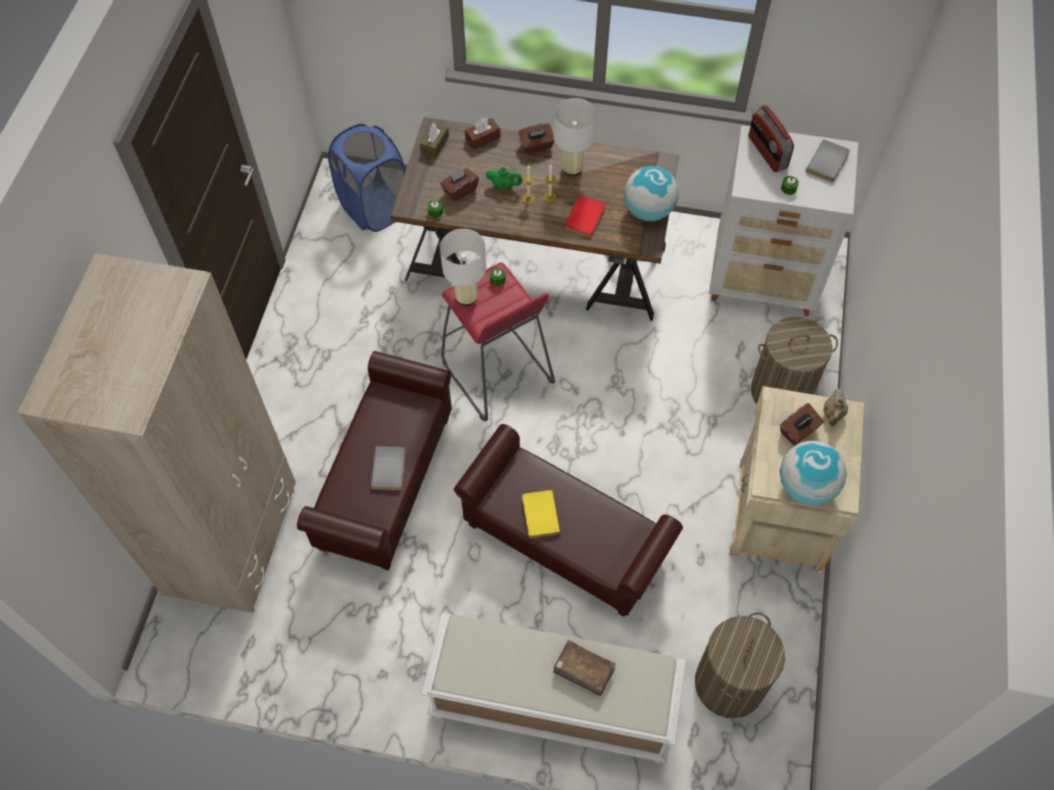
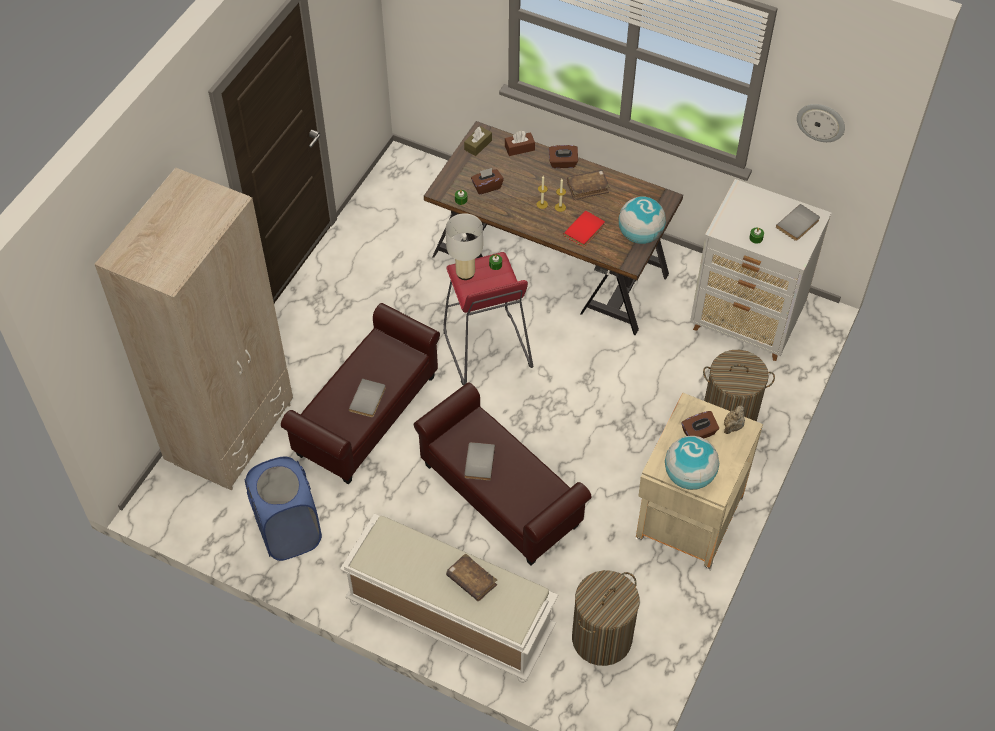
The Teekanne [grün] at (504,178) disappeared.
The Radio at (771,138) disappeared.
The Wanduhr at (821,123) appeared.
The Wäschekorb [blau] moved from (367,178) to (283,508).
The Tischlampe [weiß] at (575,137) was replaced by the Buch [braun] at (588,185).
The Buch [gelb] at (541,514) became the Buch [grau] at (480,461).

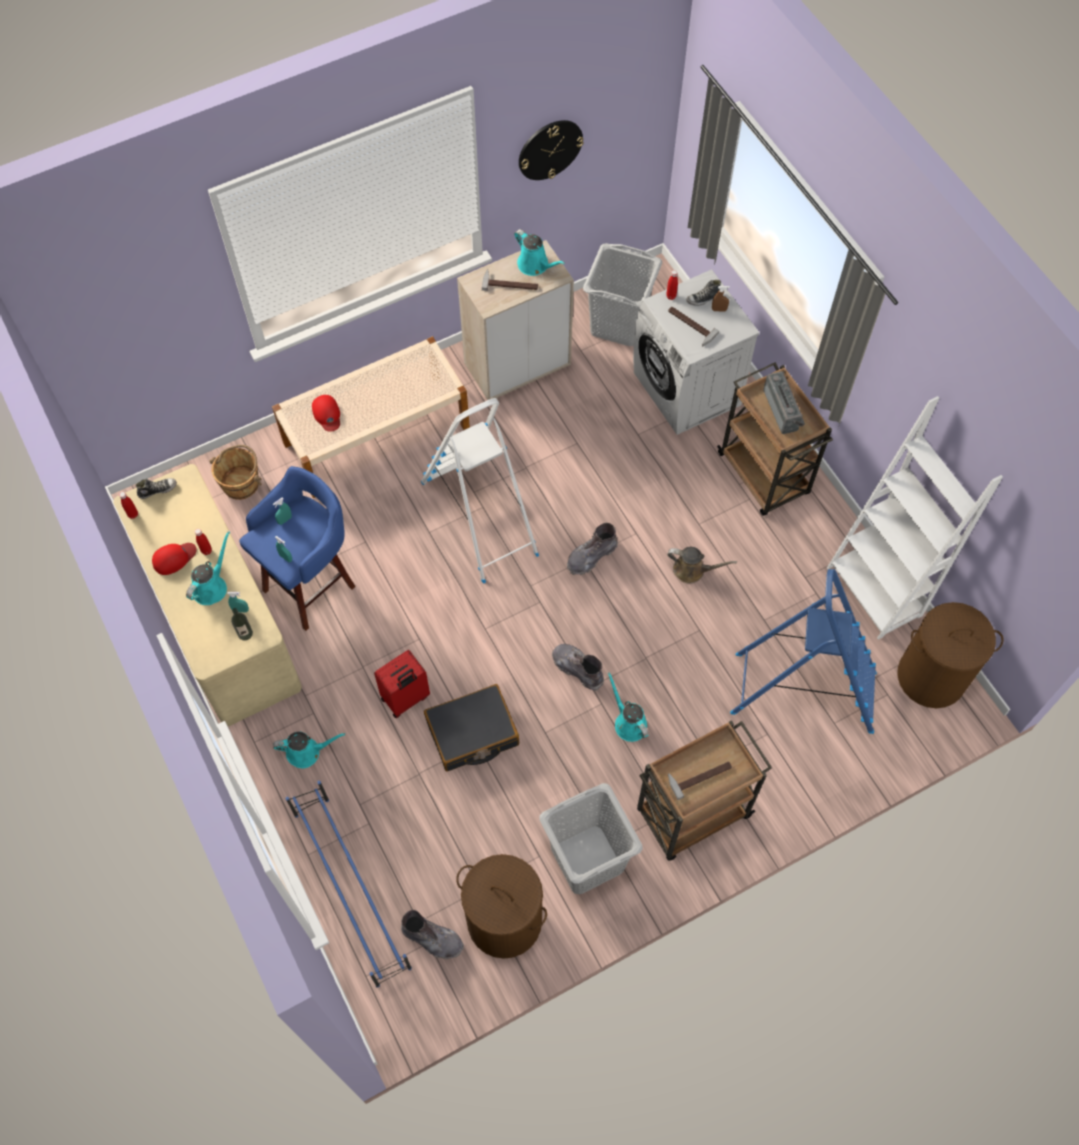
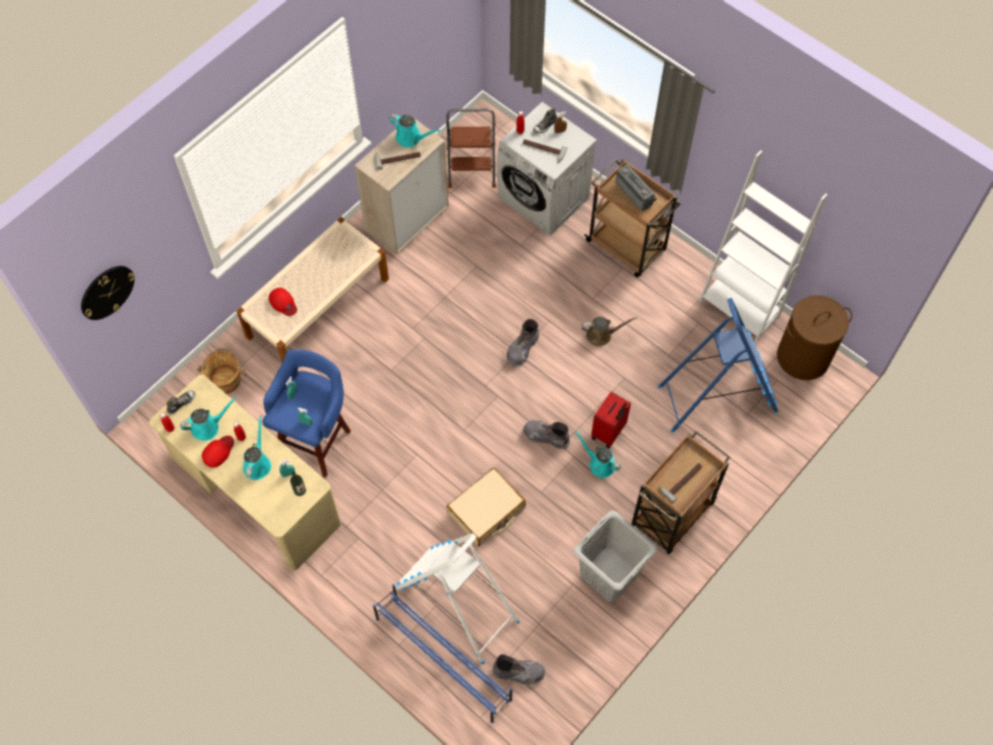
The Wäschekorb [braun] at (501,906) disappeared.
The Gießkanne [türkis] moved from (309,750) to (208,419).
The Koffer [rot] moved from (402,684) to (611,420).
The Trittleiter [weiß] moved from (480,490) to (457,598).
The Wanduhr moved from (551,150) to (108,293).
The Wäschekorb [grau] at (622,294) was replaced by the Trittleiter [braun] at (471,148).
The Koffer [schwarz] at (471,727) became the Koffer [beige] at (486,507).

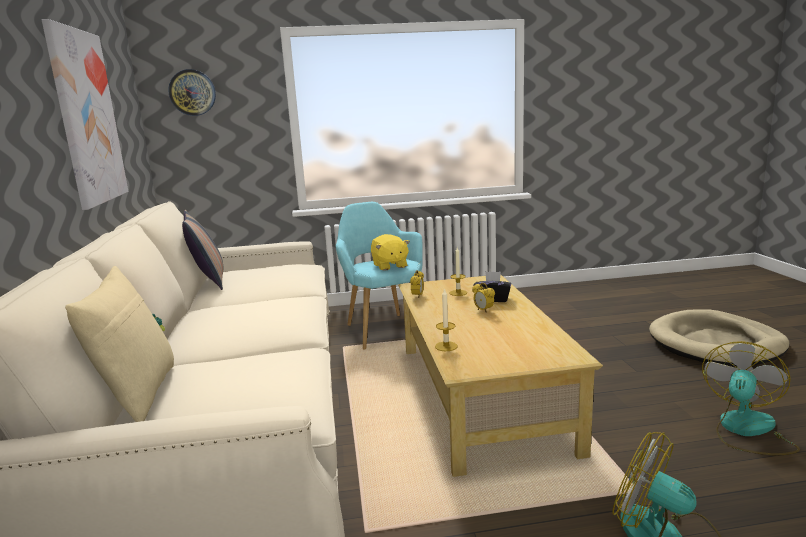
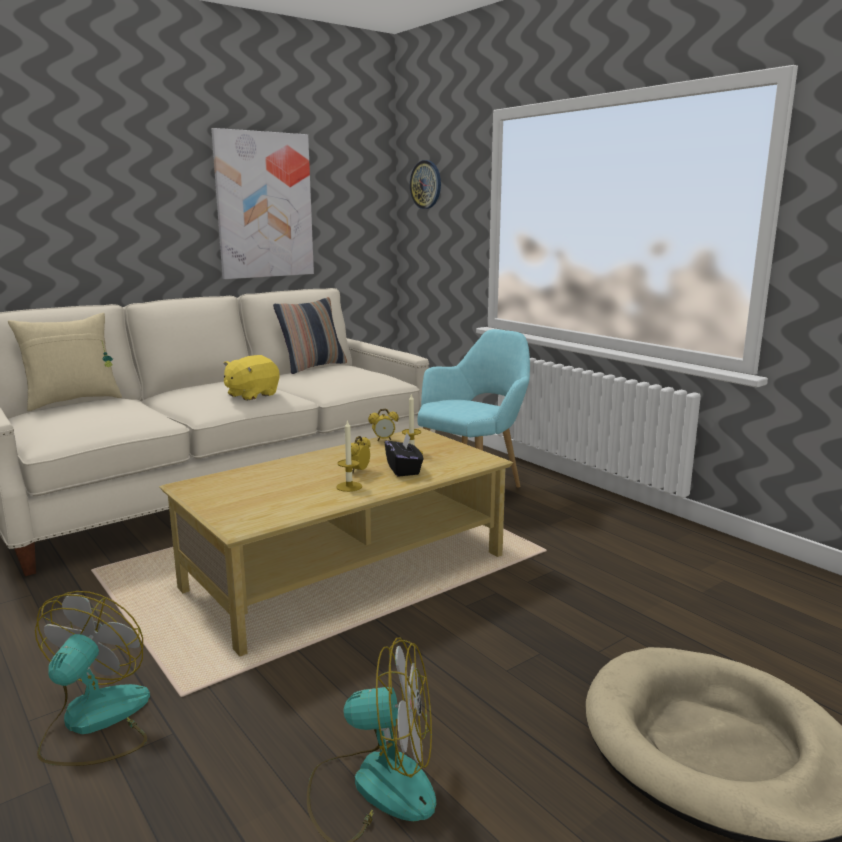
The Plüschtier [gelb] moved from (390,252) to (251,378).
The Kerze moved from (446,319) to (349,456).

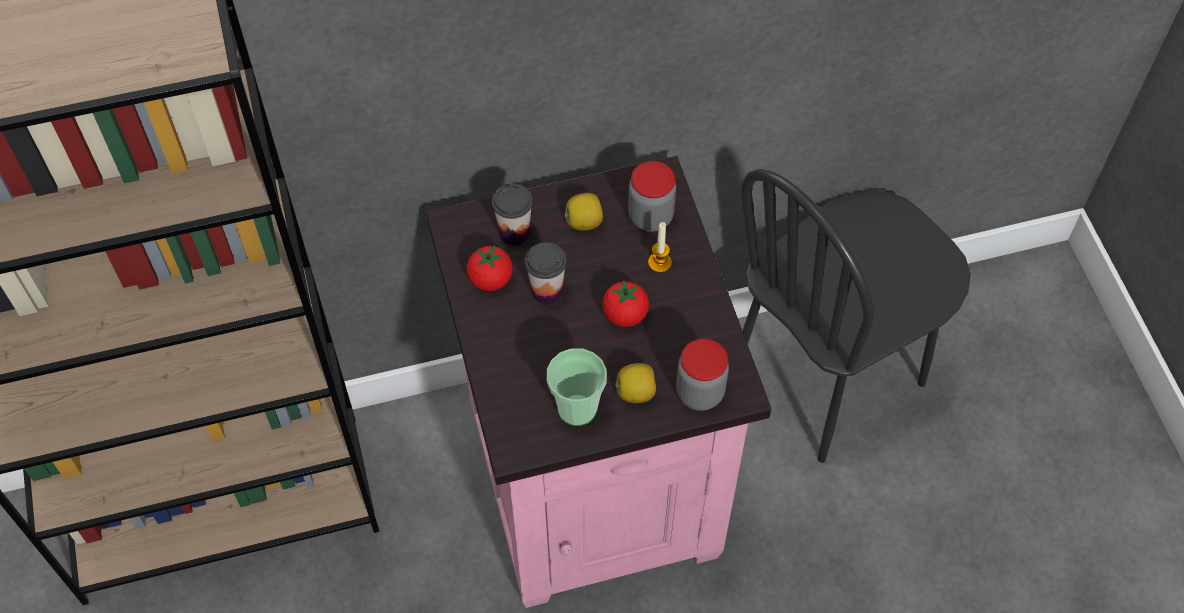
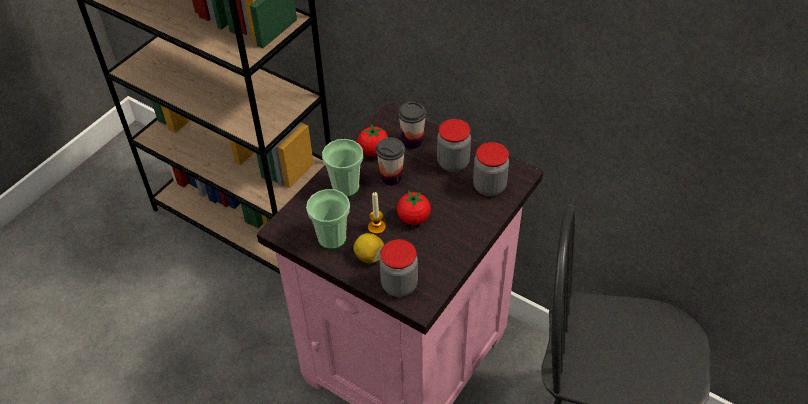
The Tasse at (342,168) appeared.
The Kerze moved from (660,247) to (377,213).
The Zitrone at (584,211) was replaced by the Vorratsglas at (454,145).

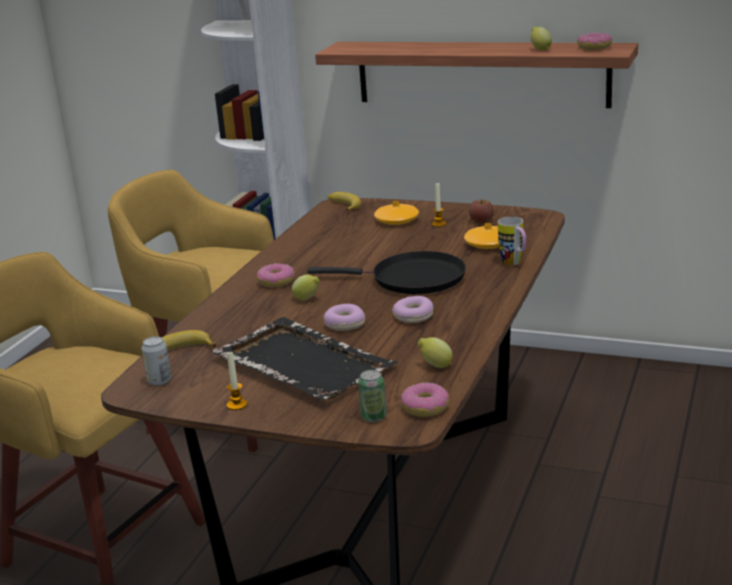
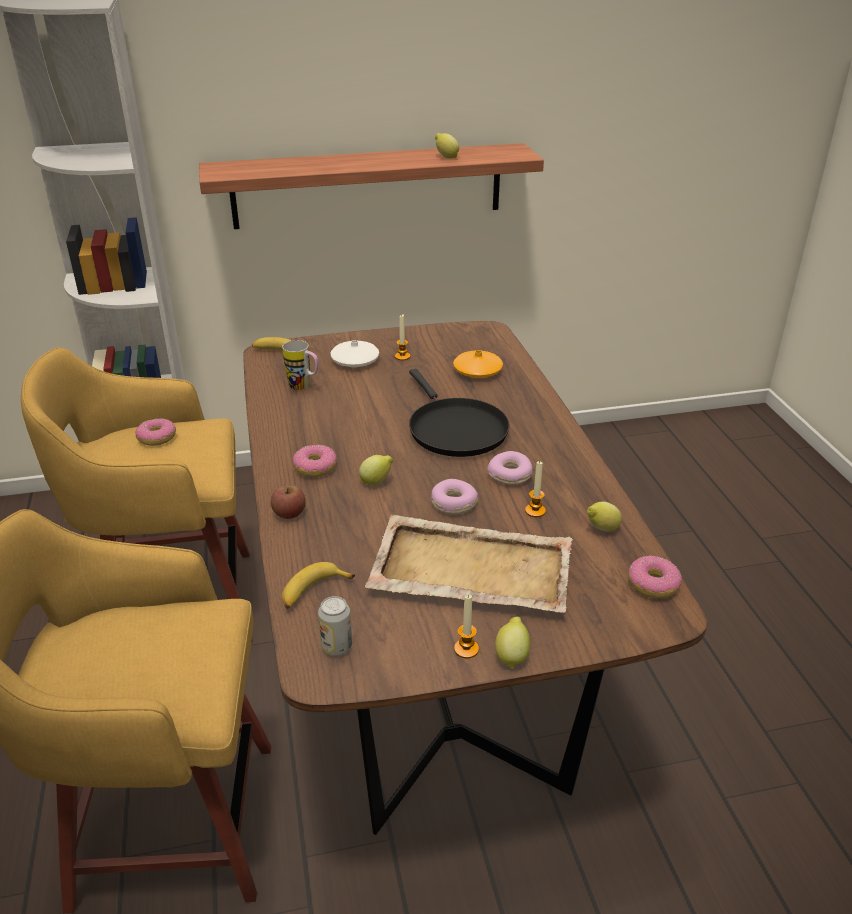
The Dose at (372,396) disappeared.
The Zitrone at (512,643) appeared.
The Kerze at (535,489) appeared.
The Apfel moved from (481,211) to (288,502).
The Henkelbecher moved from (512,241) to (300,365).
The Donut moved from (594,41) to (155,432).
The Tablett [schwarz] at (304,358) became the Tablett [beige] at (469,564).
The Vase [orange] at (396,213) became the Vase [weiß] at (354,353).
The Pfanne [schwarz] at (386,272) turned 90 degrees clockwise.

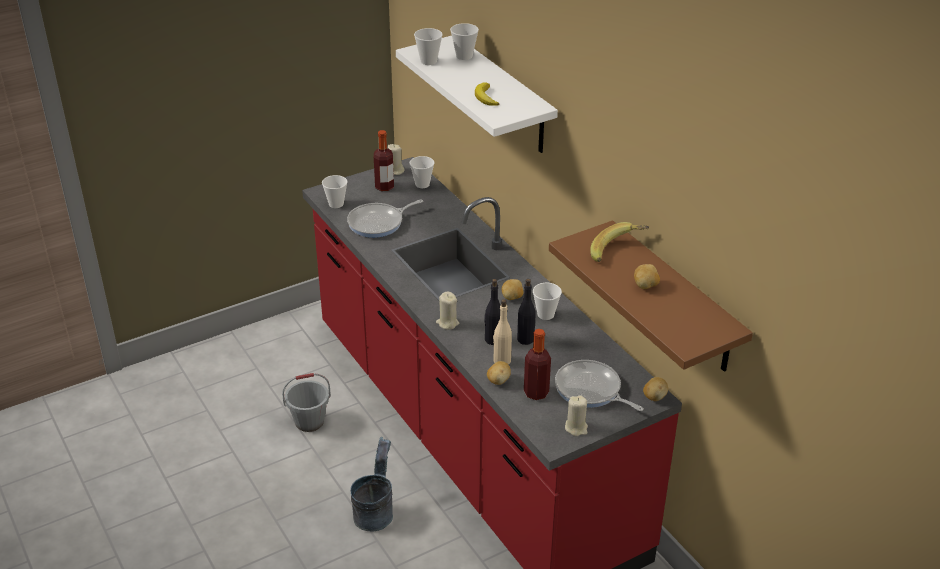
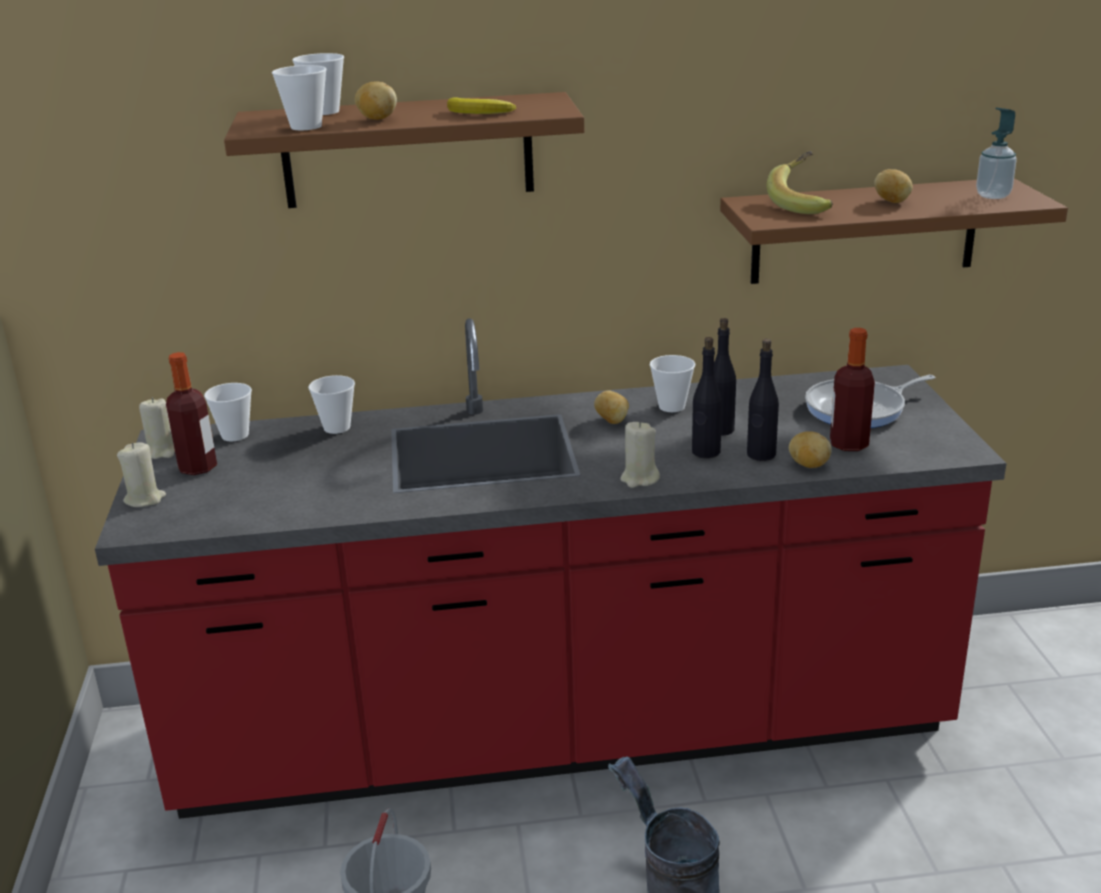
The Pfanne at (385,218) disappeared.
The Seifenspender at (996,153) appeared.
The Tasse moved from (334,191) to (331,404).
The Kerze [beige] moved from (576,415) to (141,474).
The Kartoffel moved from (655,389) to (376,100).
The Wandregal [weiß] at (477,94) became the Wandregal [braun] at (404,150).
The Flasche [beige] at (502,332) became the Flasche [schwarz] at (763,400).

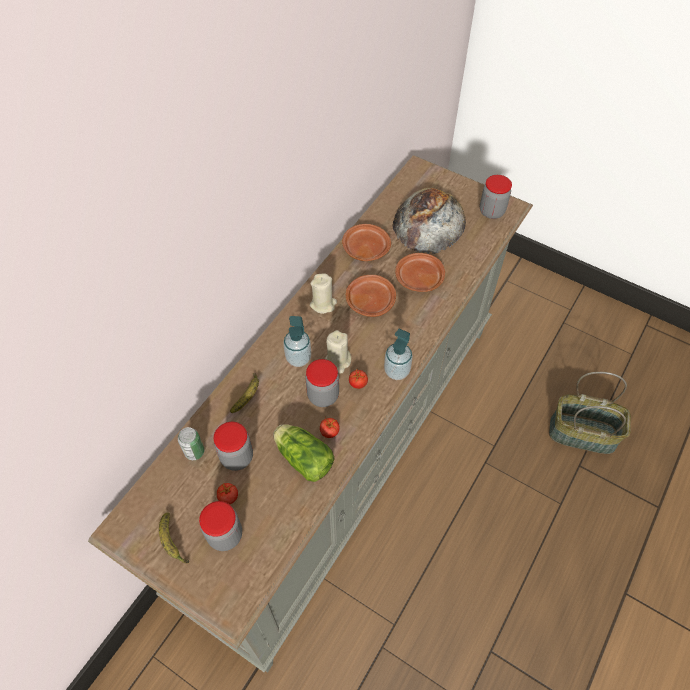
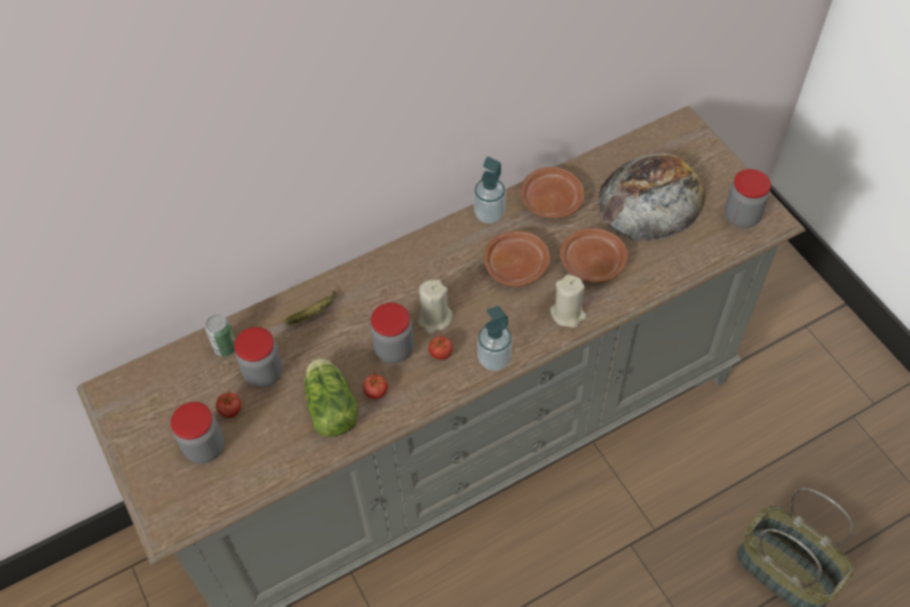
The Banane at (174,537) disappeared.
The Seifenspender moved from (297,341) to (490,190).
The Kerze [beige] moved from (323,294) to (568,301).

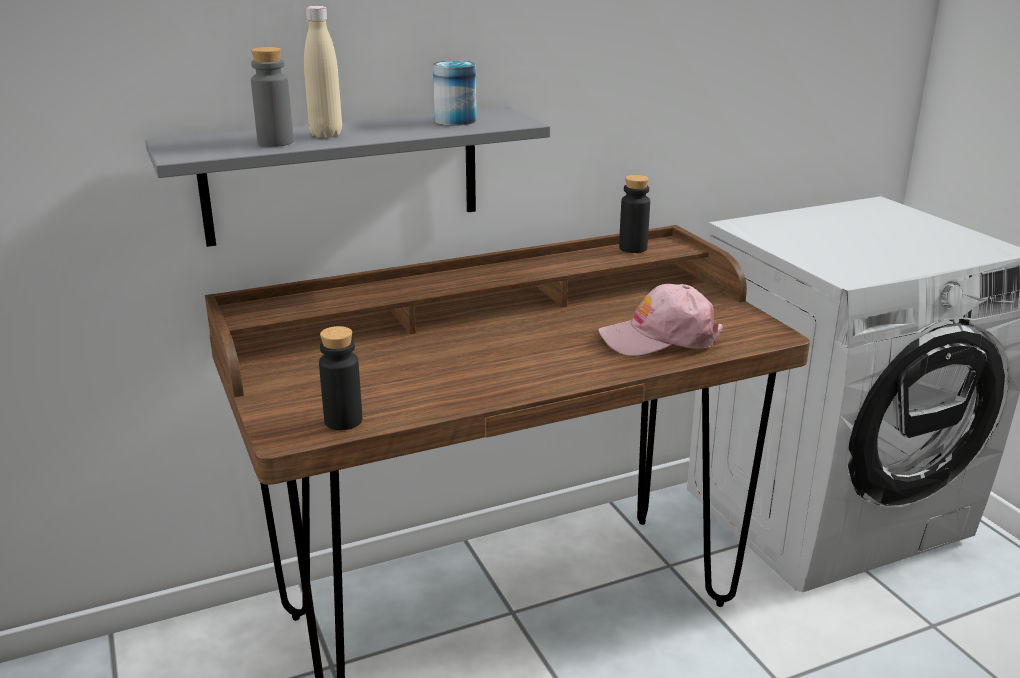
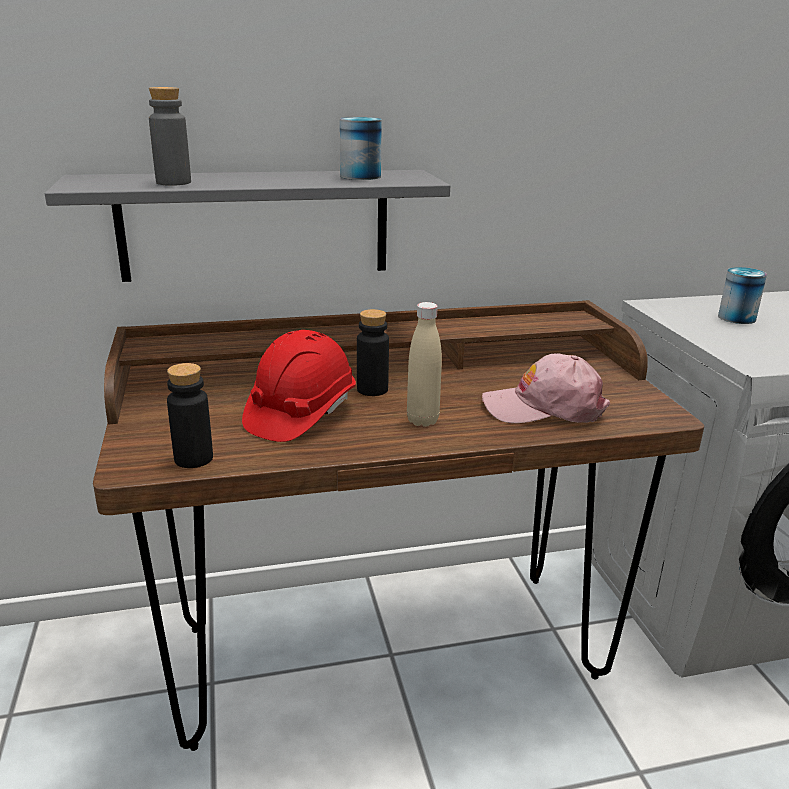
The Schutzhelm [rot] at (299,386) appeared.
The Dose at (742,295) appeared.
The Flasche [beige] moved from (323,72) to (424,364).
The Flasche [schwarz] moved from (634,214) to (373,352).

